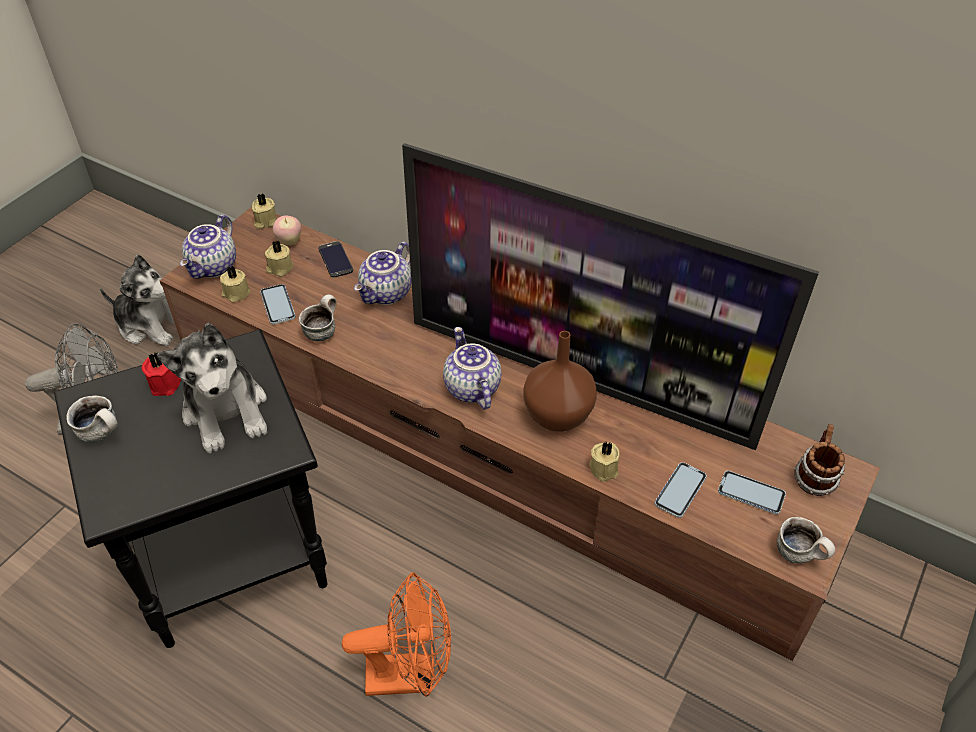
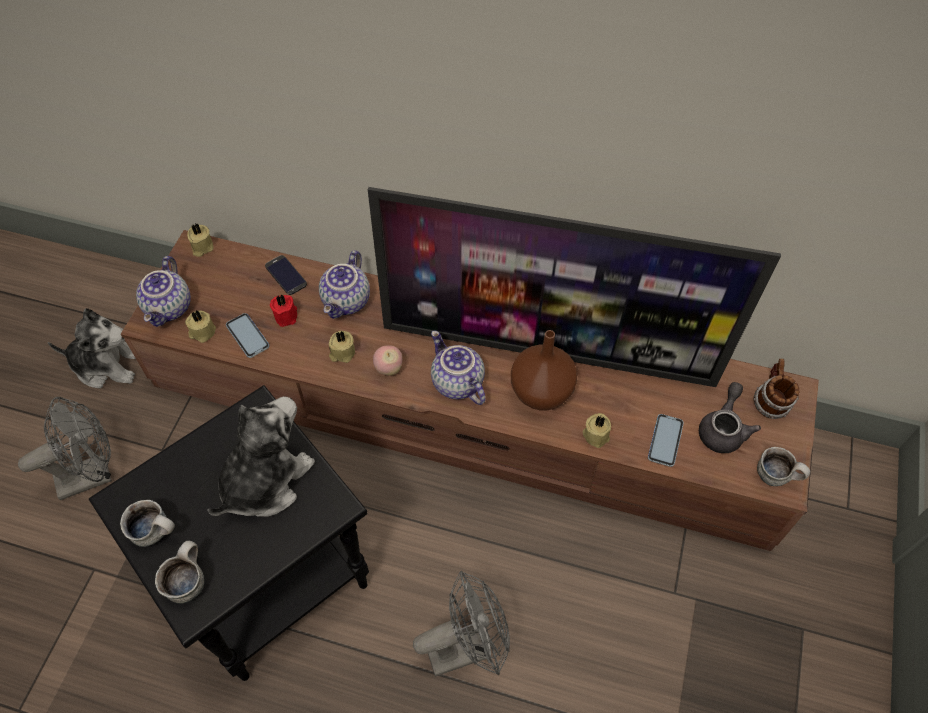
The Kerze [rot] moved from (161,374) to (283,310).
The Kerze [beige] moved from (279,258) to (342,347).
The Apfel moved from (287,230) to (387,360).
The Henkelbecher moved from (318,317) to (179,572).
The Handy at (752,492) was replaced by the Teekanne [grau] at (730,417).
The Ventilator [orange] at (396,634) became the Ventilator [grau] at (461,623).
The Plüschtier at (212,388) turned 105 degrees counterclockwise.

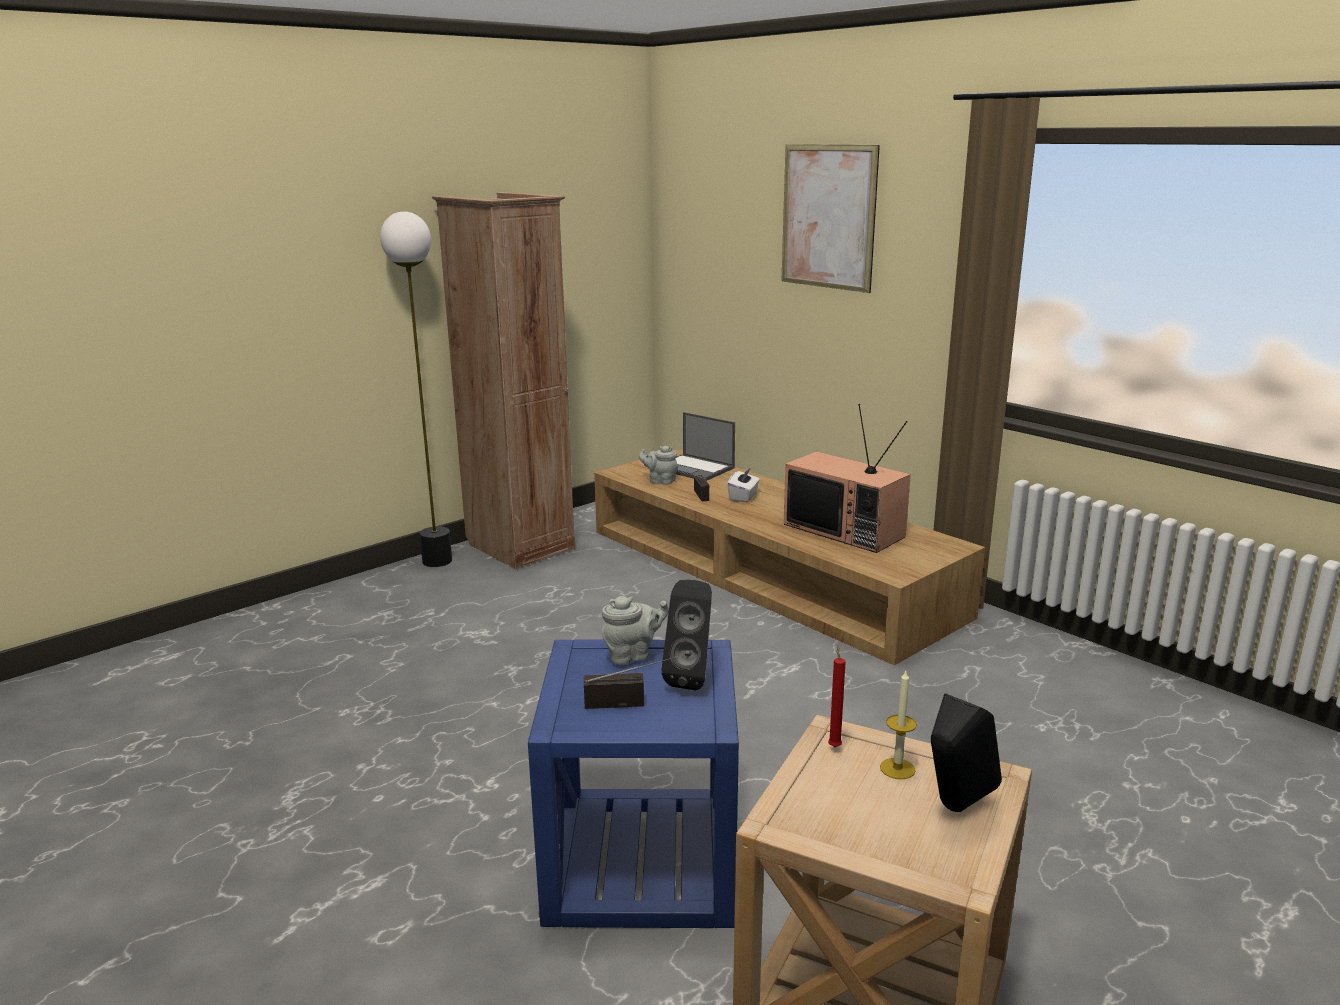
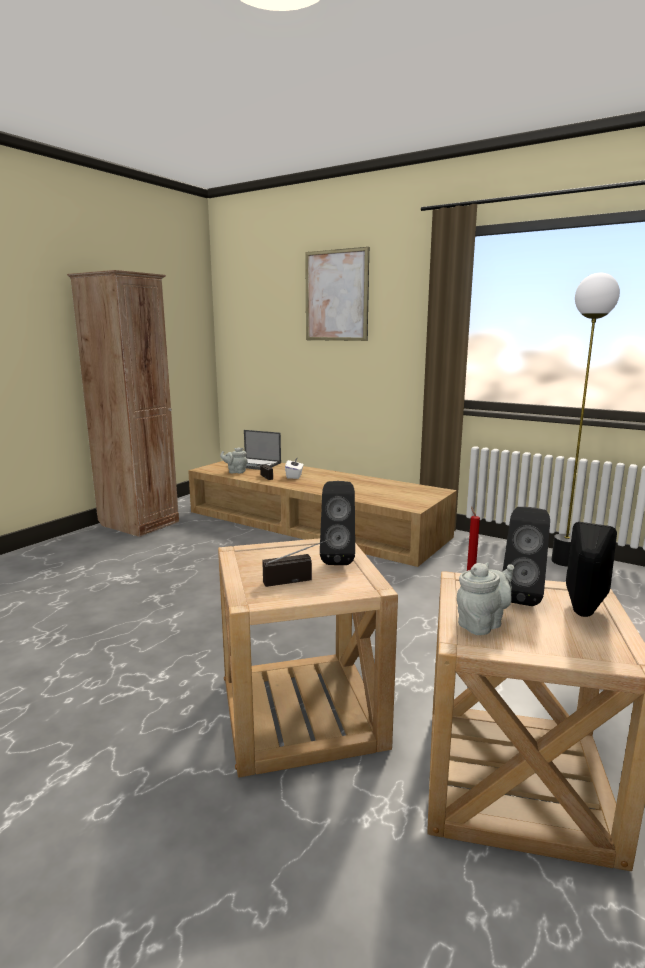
The Fernseher at (847,478) disappeared.
The Stehlampe moved from (416,389) to (586,420).
The Teekanne [grau] moved from (635,630) to (485,598).
The Kerze at (898,725) was replaced by the Lautsprecher [schwarz] at (526,556).
The Beistelltisch [blau] at (633,784) became the Beistelltisch [beige] at (308,657).

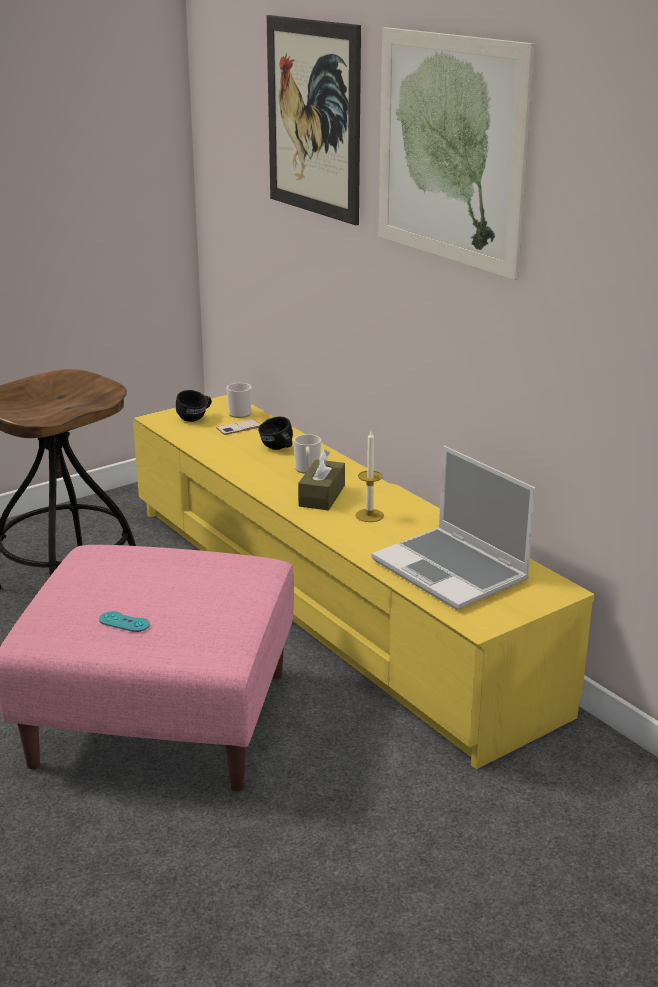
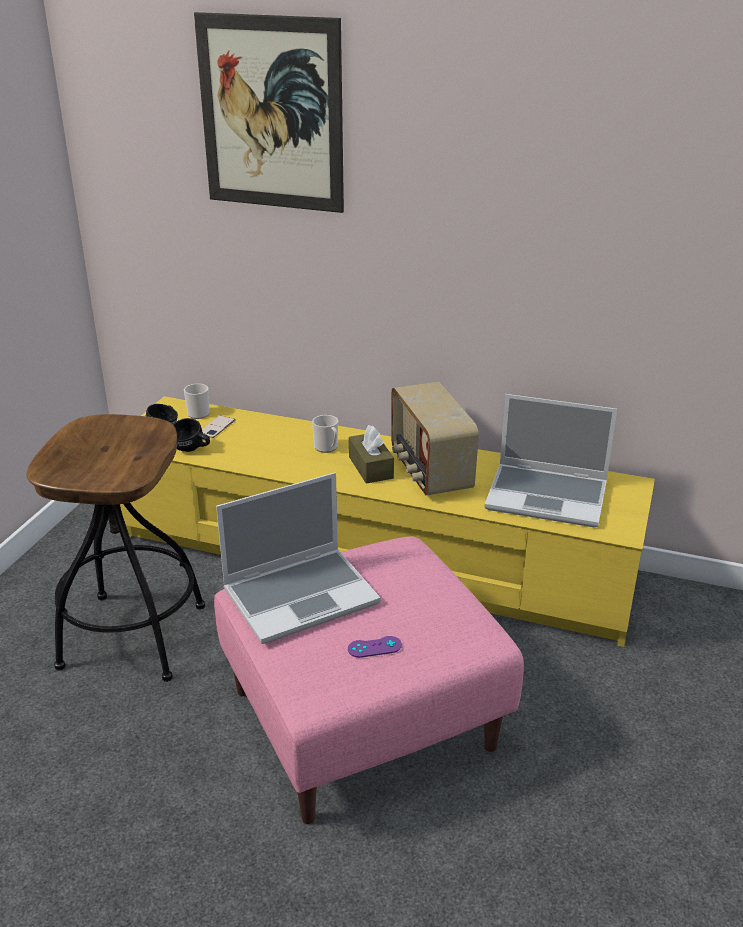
The Bild at (457,153) disappeared.
The Laptop at (298,558) appeared.
The Henkelbecher [schwarz] moved from (275,433) to (191,435).
The Kerze at (369,476) was replaced by the Radio at (435,438).
The Gamepad [türkis] at (124,621) became the Gamepad [lila] at (375,647).

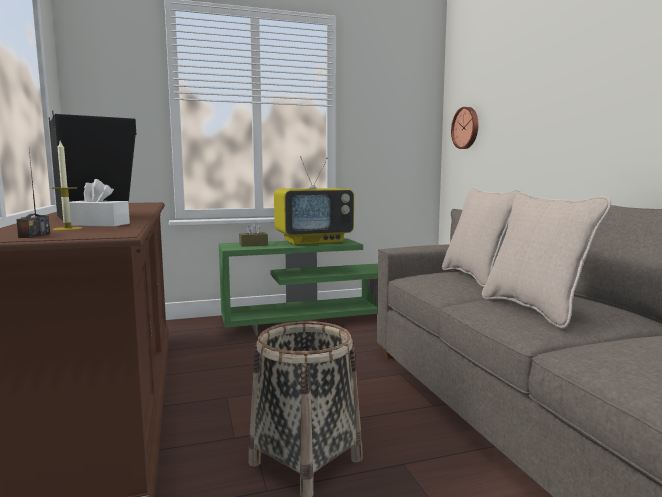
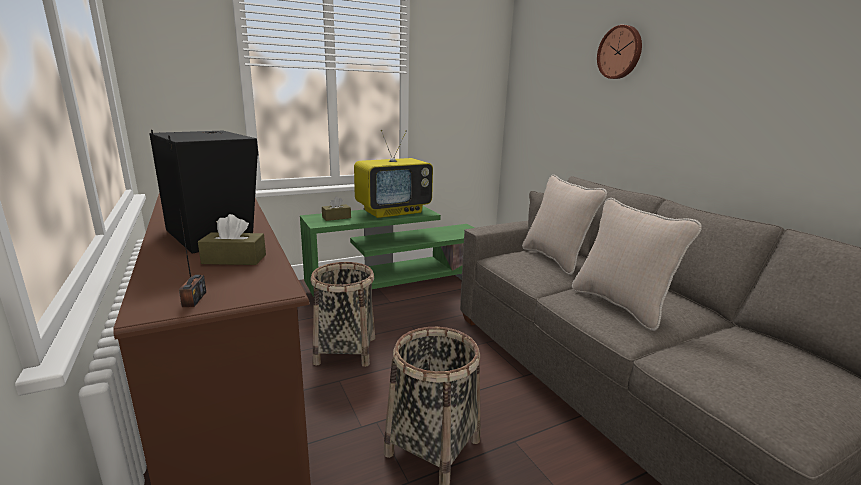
The Kerze at (67,186) disappeared.
The Korb at (342,314) appeared.
The Wanduhr moved from (464,128) to (619,52).
The Taschentuchbox [weiß] at (99,203) became the Taschentuchbox [braun] at (232,239).

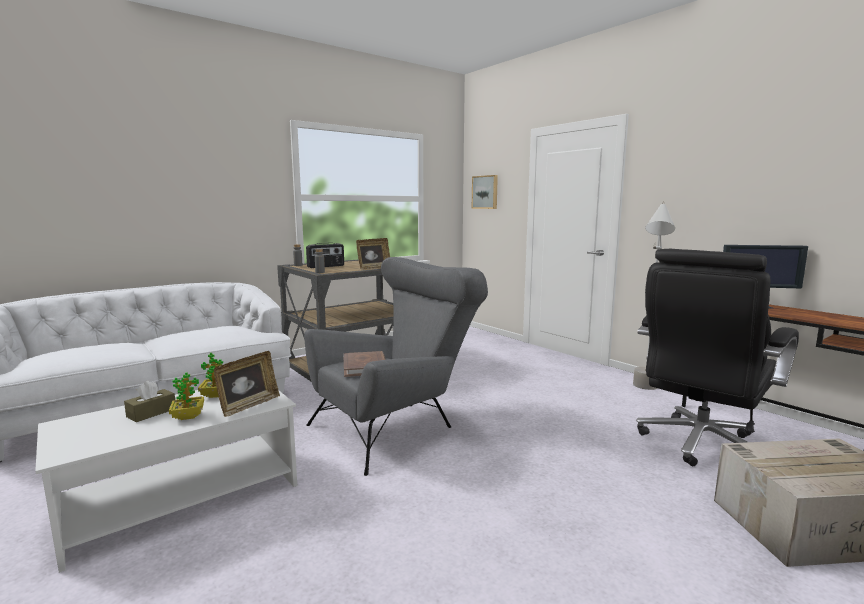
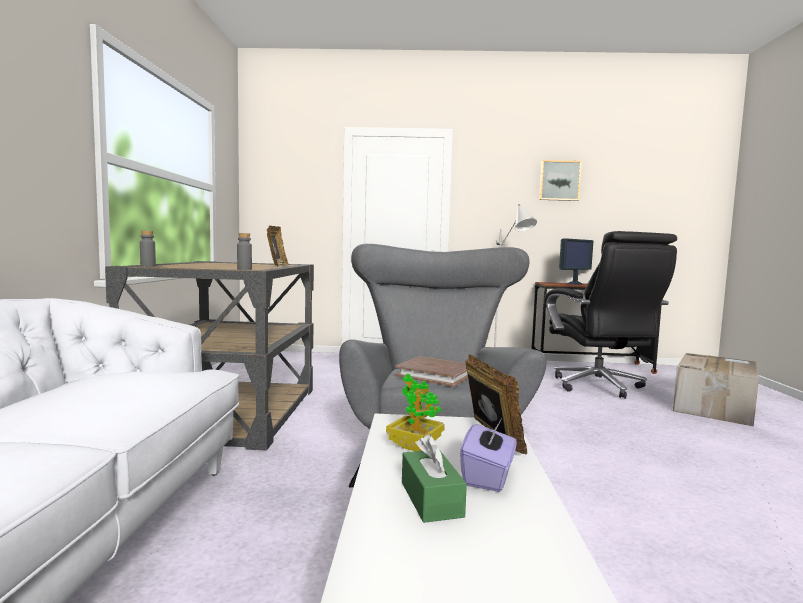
The Radio at (325,255) disappeared.
The Bild moved from (485,192) to (560,180).
The Topfpflanze at (186,396) was replaced by the Taschentuchbox [lila] at (488,455).
The Taschentuchbox [braun] at (149,401) became the Taschentuchbox [grün] at (434,478).

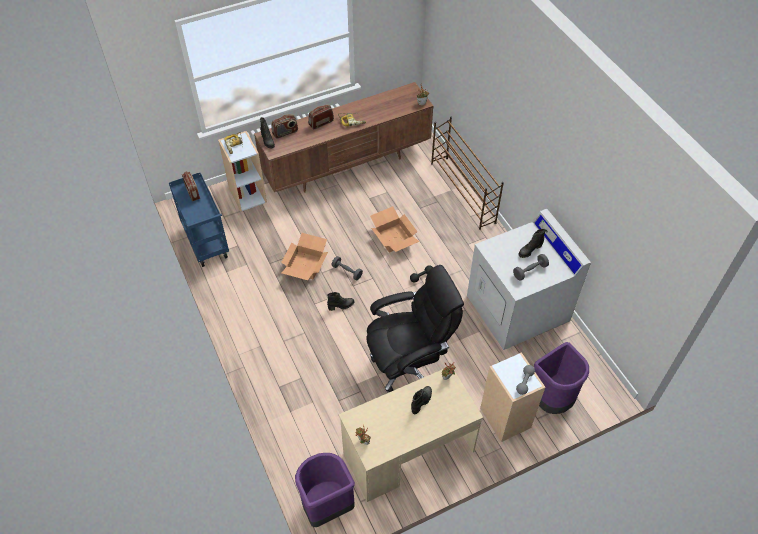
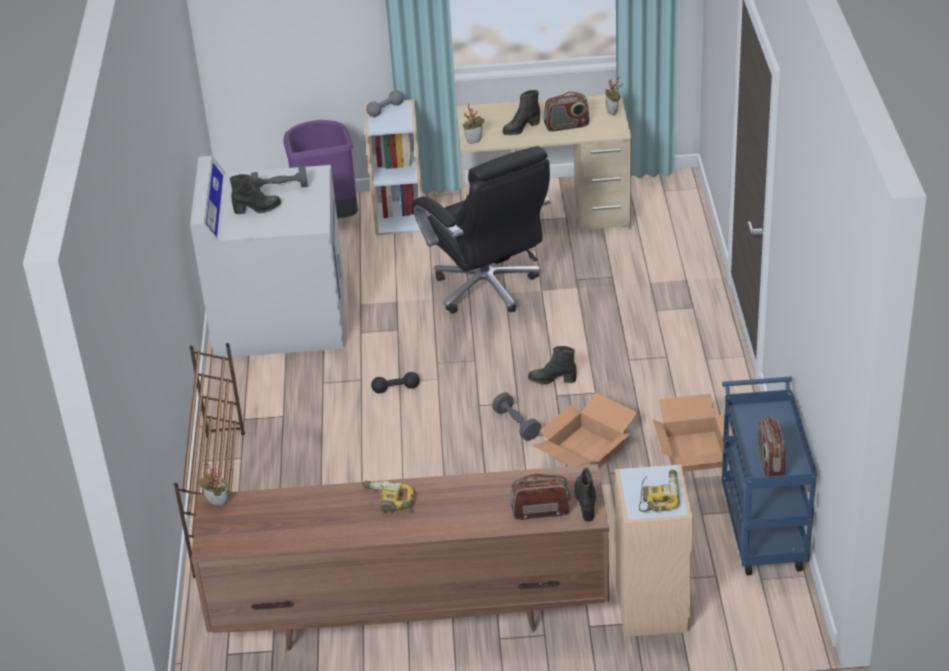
The Mülleimer [lila] at (325,490) disappeared.
The Radio moved from (321,116) to (566,112).
The Karton moved from (395,229) to (693,432).
The Bürostuhl [schwarz] at (415,328) turned 120 degrees counterclockwise.

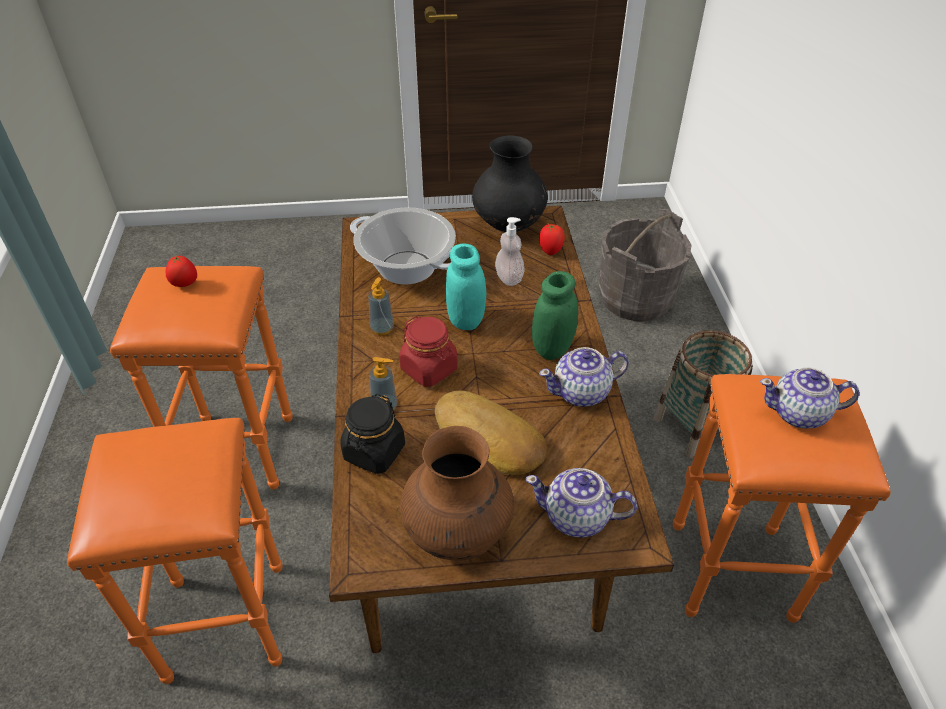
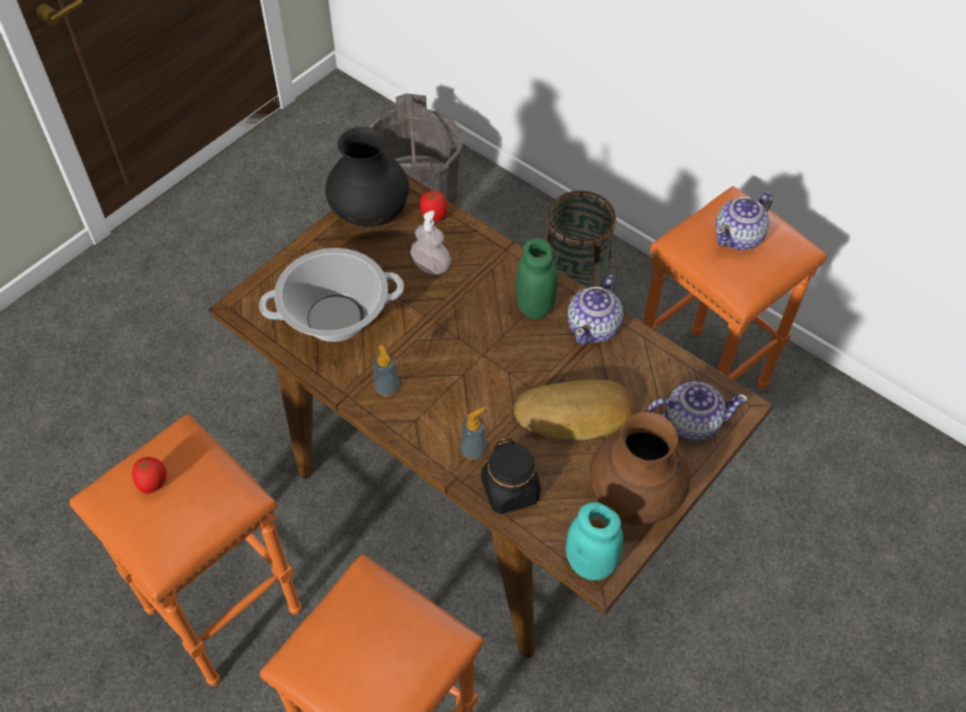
The Vorratsglas [rot] at (428,351) disappeared.
The Vorratsglas [türkis] moved from (465,287) to (594,541).
The Teekanne at (581,503) turned 150 degrees counterclockwise.

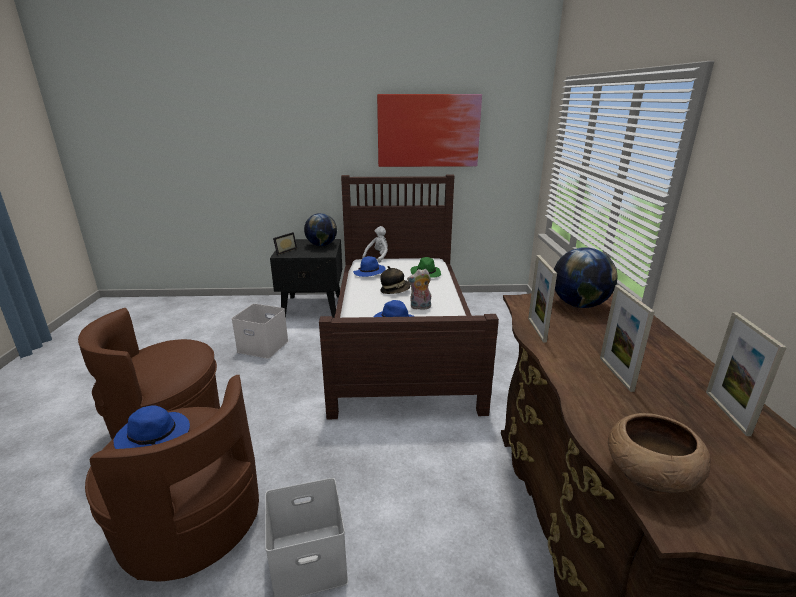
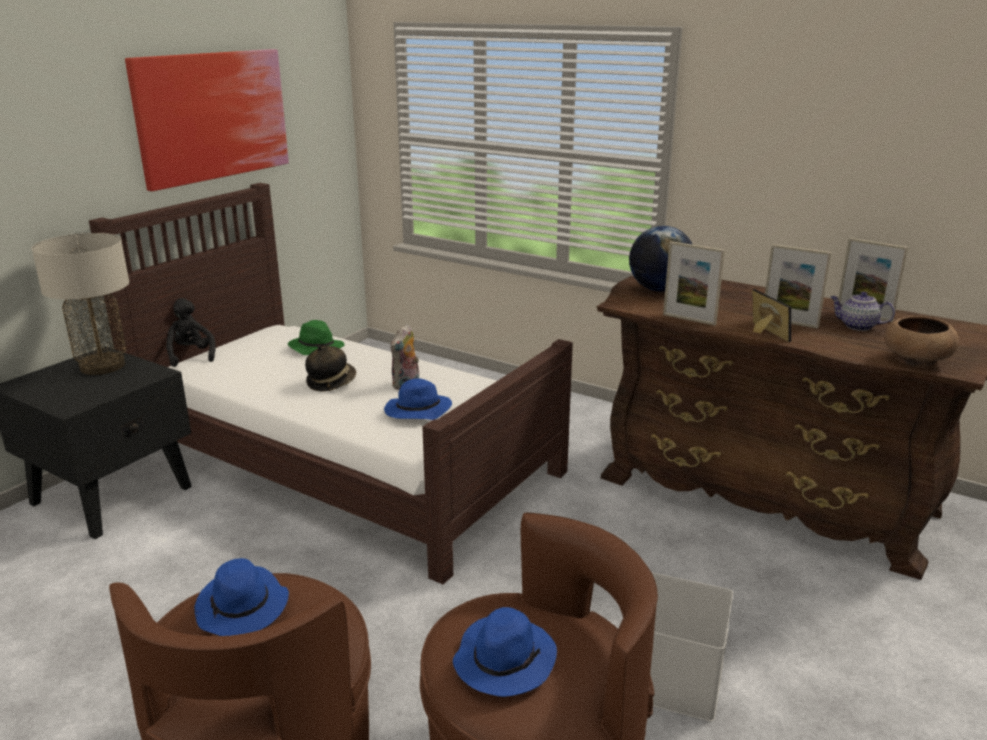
The Aufbewahrungsbox [weiß] at (259,331) disappeared.
The Teekanne at (863,311) appeared.
The Bilderrahmen moved from (285,243) to (771,315).
The Hut [blau] moved from (369,266) to (241,597).
The Globus at (320,229) was replaced by the Tischlampe at (80,304).
The Plüschtier [weiß] at (375,244) became the Plüschtier [schwarz] at (191,332).

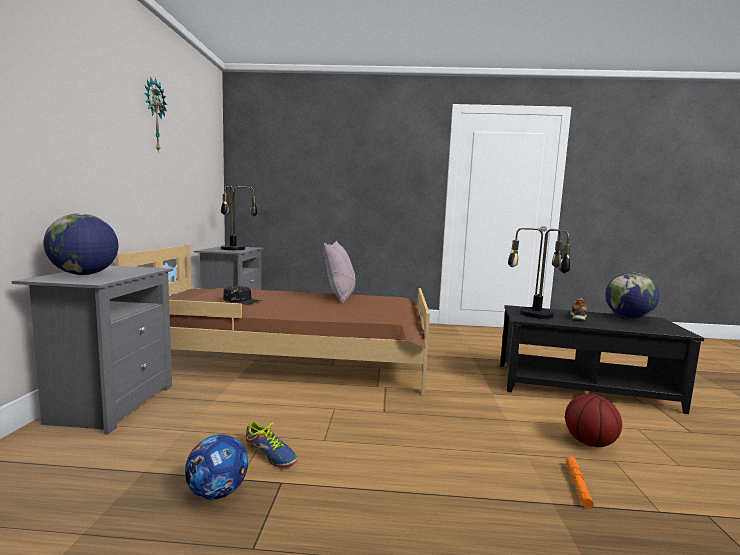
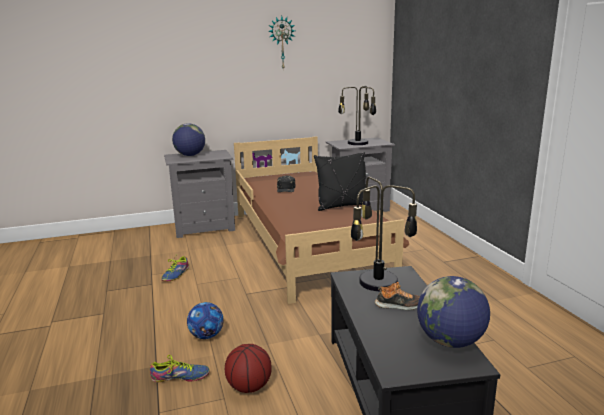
The Fußball moved from (216,467) to (205,320).
The Taschenlampe [orange] at (580,482) was replaced by the Schuh at (180,369).
The Kissen [lila] at (339,272) became the Kissen [schwarz] at (342,181).

